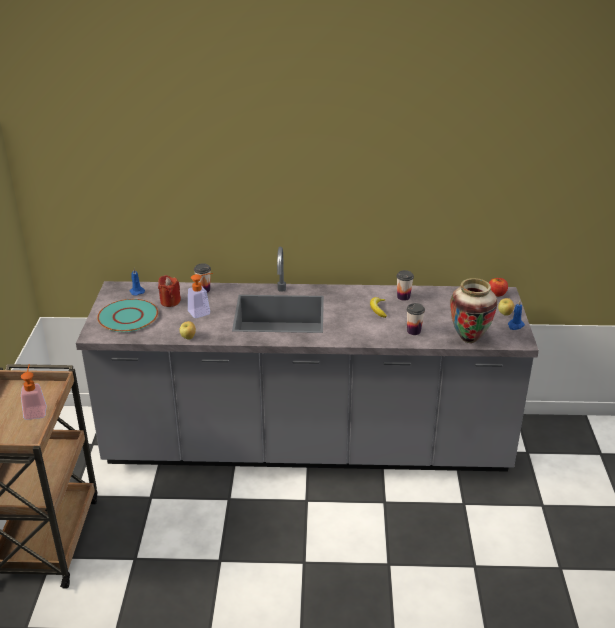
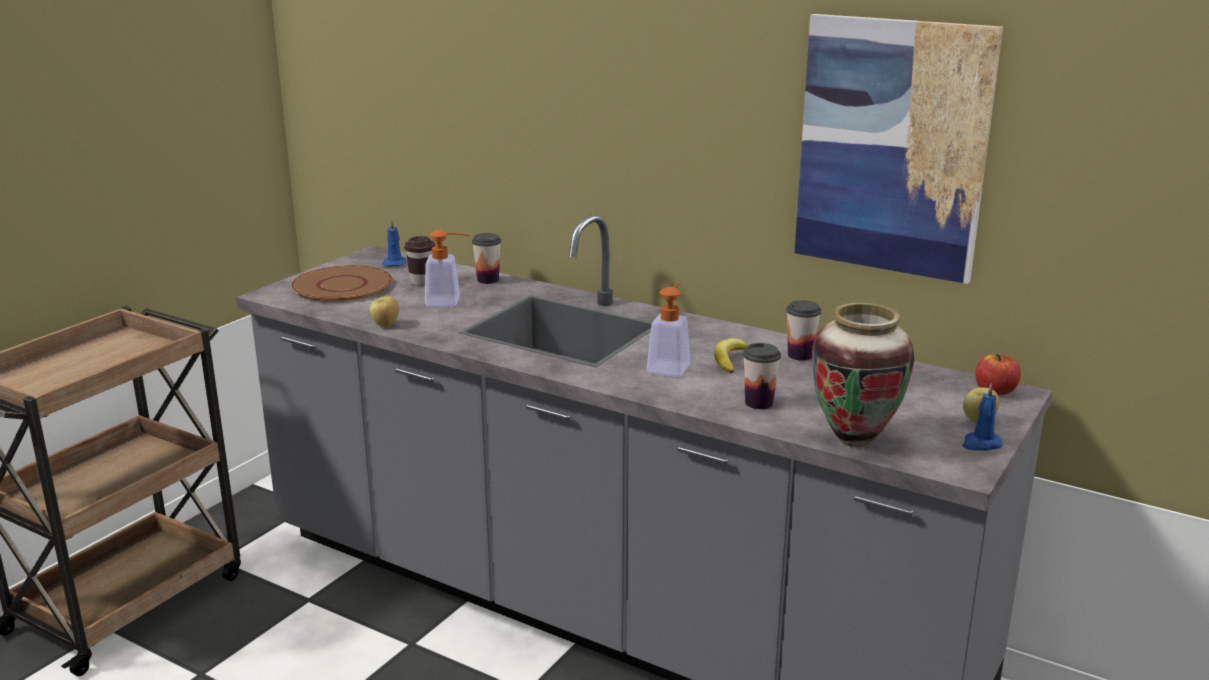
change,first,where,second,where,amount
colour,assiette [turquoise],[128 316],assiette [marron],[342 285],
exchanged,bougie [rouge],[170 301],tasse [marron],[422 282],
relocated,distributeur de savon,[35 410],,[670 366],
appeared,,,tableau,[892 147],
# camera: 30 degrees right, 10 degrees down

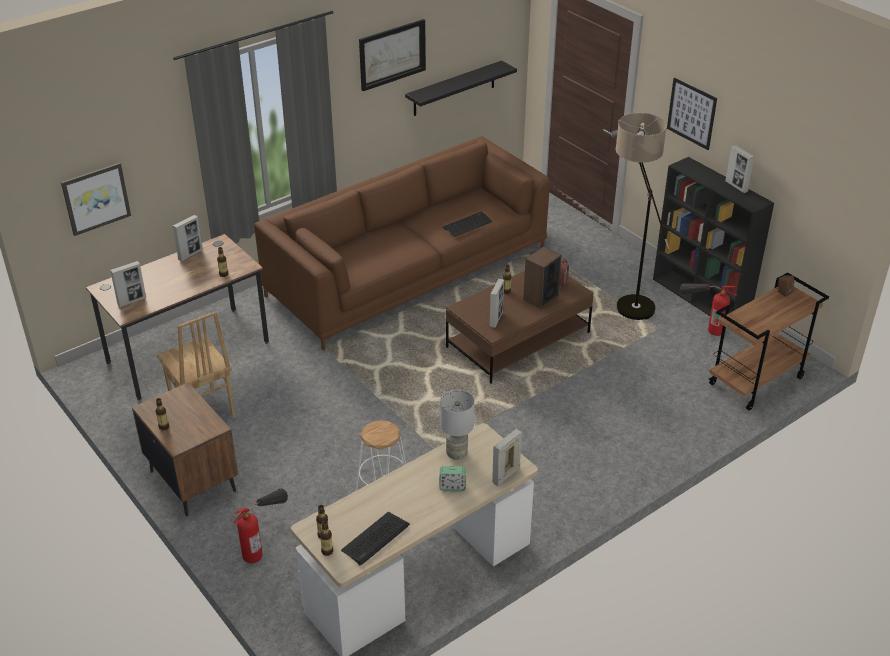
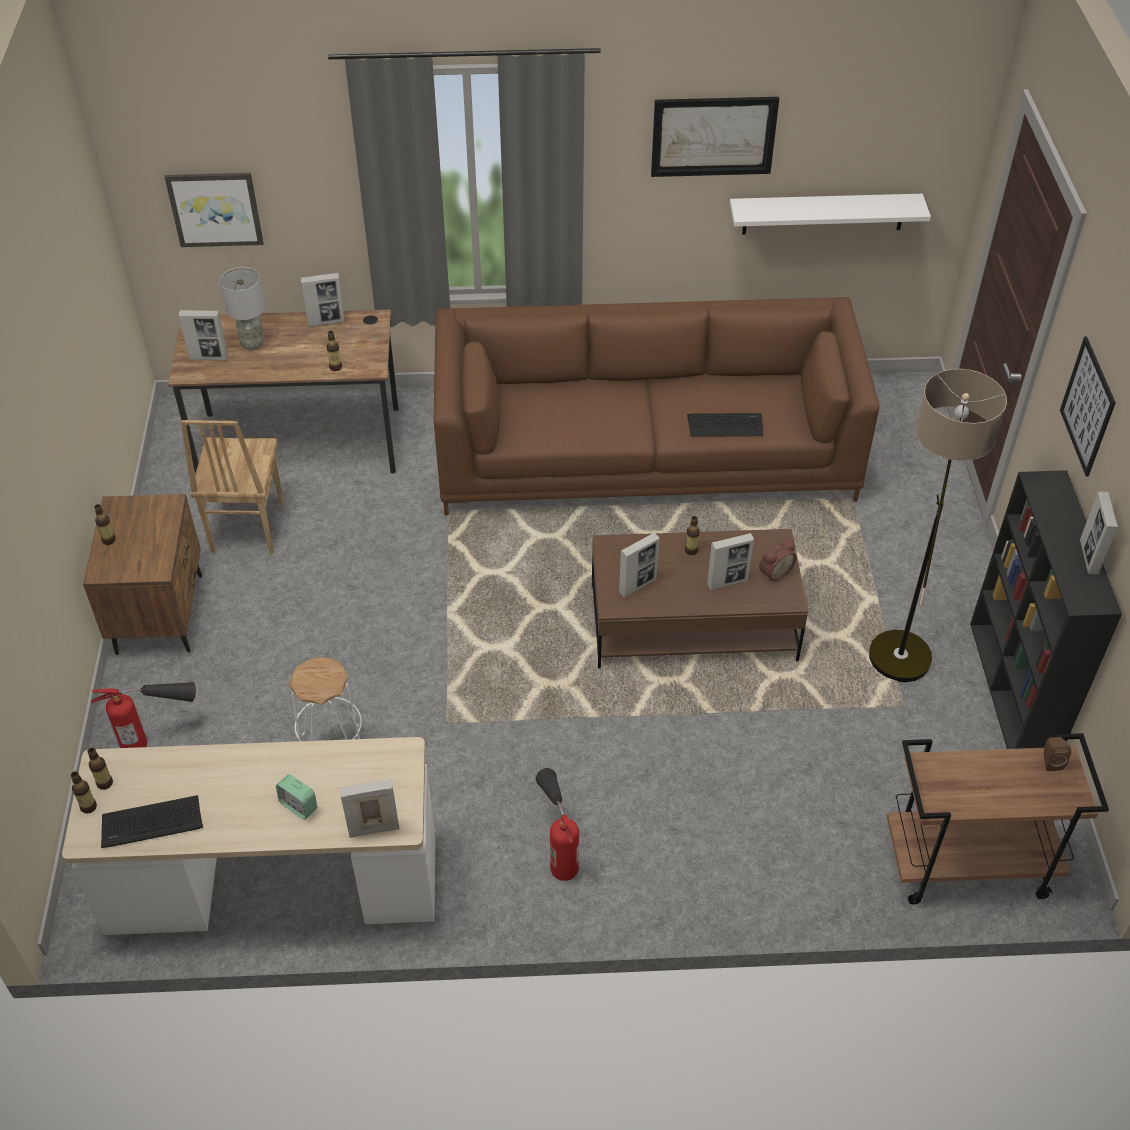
change,first,where,second,where,amount
relocated,lampe de table [gris],[457 454],,[252 344],
relocated,extincteur,[702 325],,[557 846],
exchanged,enceinte,[540 297],cadre photo,[727 582],
colour,étagère [noir],[454 88],étagère [blanc],[823 213],
# camera: 35 degrees right, 10 degrees up

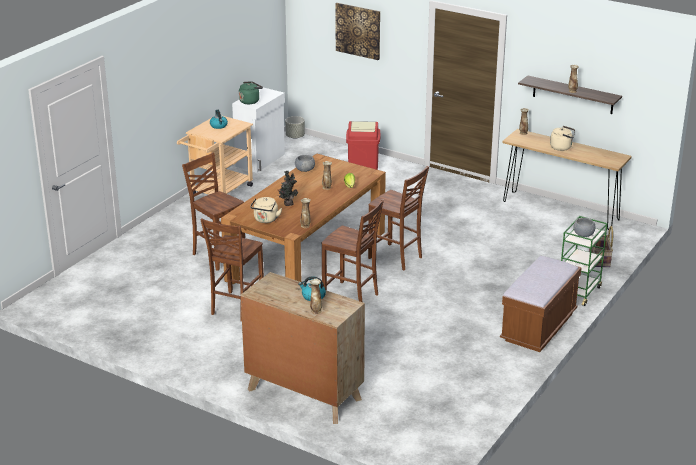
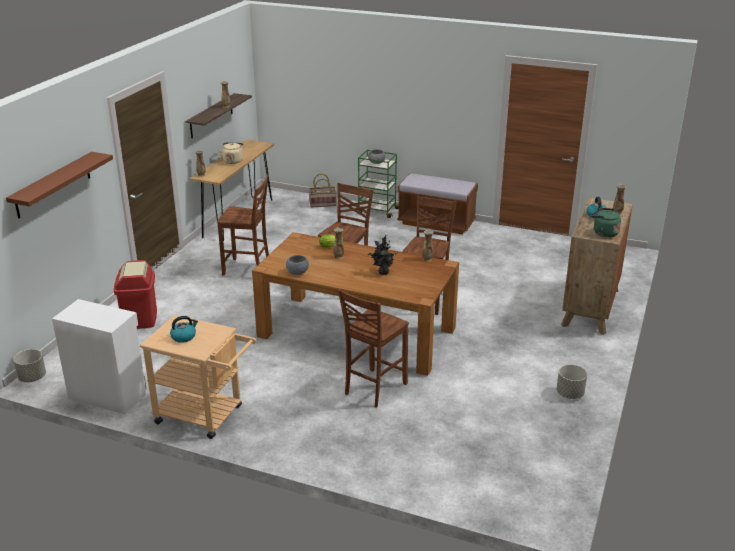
change,first,where,second,where,amount
exchanged,tableau,[358 30],étagère [marron],[53 185],
relocated,chaise [marron],[236 307],,[248 269],
appeared,,,cache-pot [gris],[570 394],
relocated,bouilloire [vert],[250 101],,[603 233],
missing,bouilloire [beige],[265 220],,,
# camera: 100 degrees left, 0 degrees up

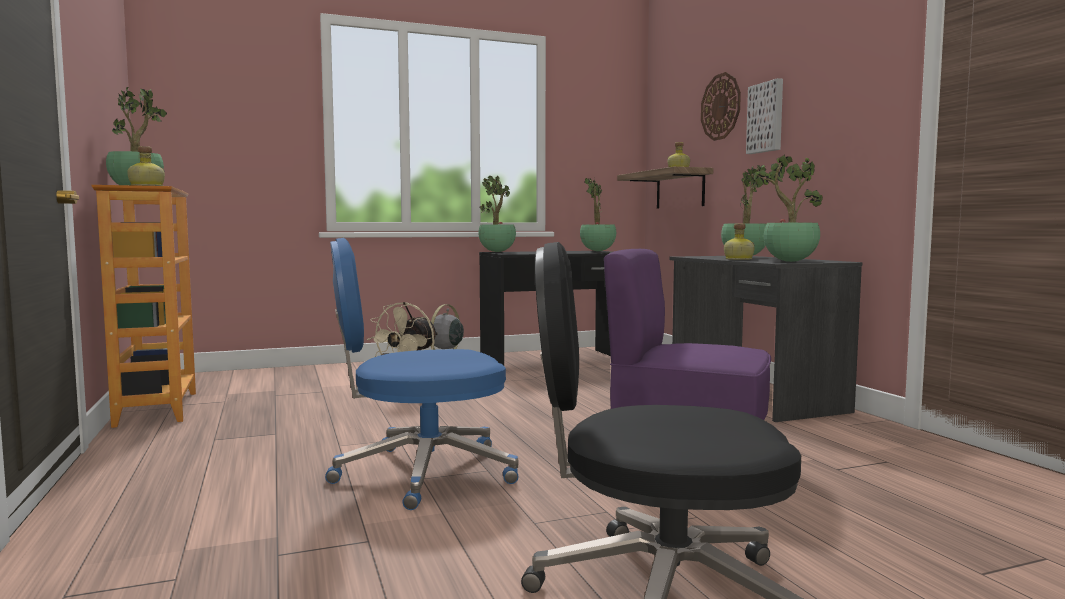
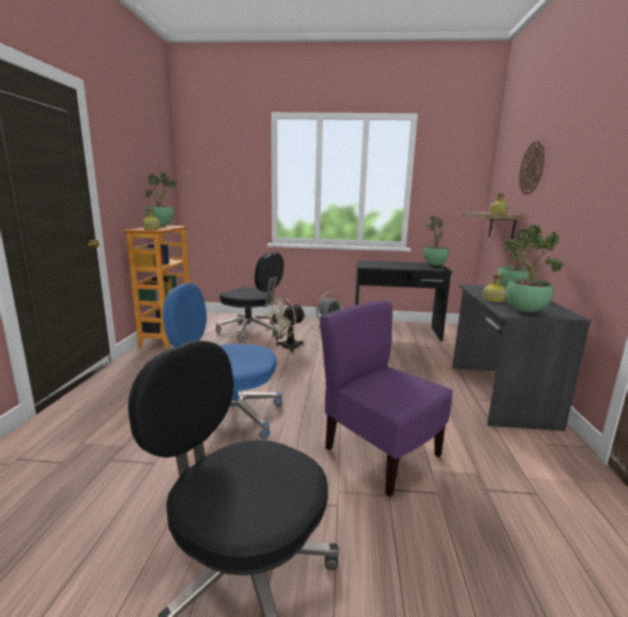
change,first,where,second,where,amount
appeared,,,chaise de bureau [noir],[251 330],
missing,plante en pot,[497 252],,,
missing,tableau,[766 117],,,
# camera: 25 degrees right, 10 degrees up

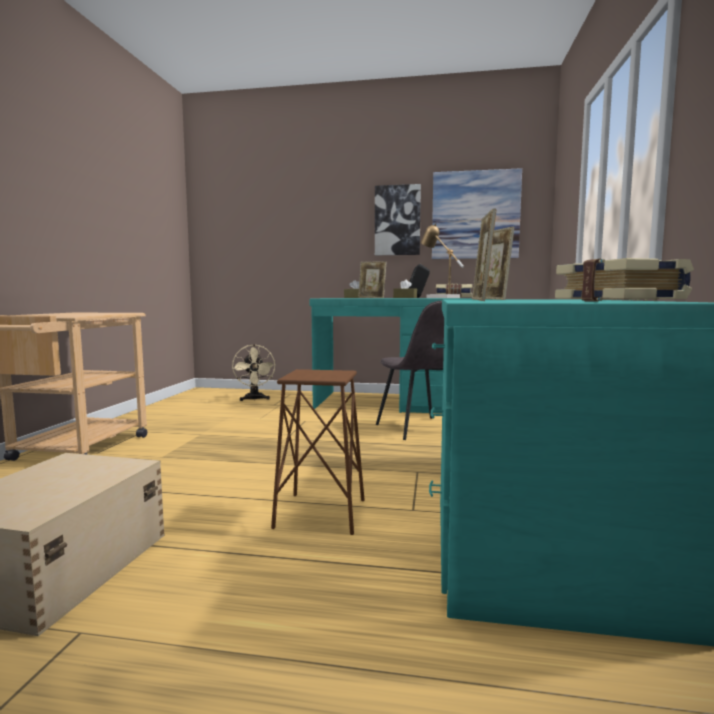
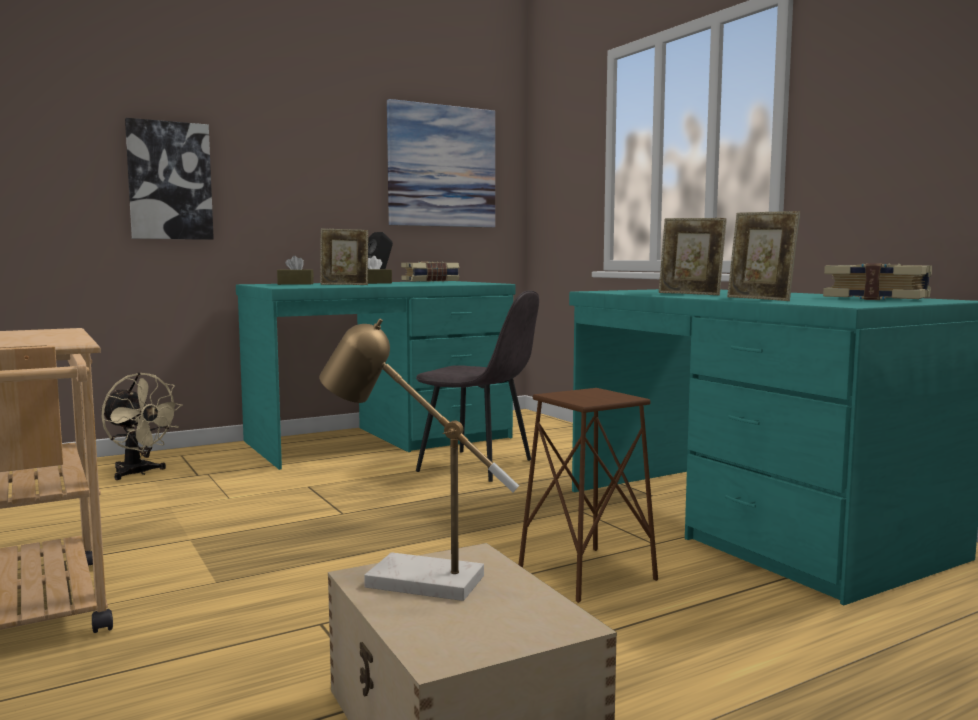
change,first,where,second,where,amount
relocated,tableau,[397 220],,[170 181],
relocated,lampe de table,[439 298],,[409 580],
# camera: 40 degrees left, 0 degrees up

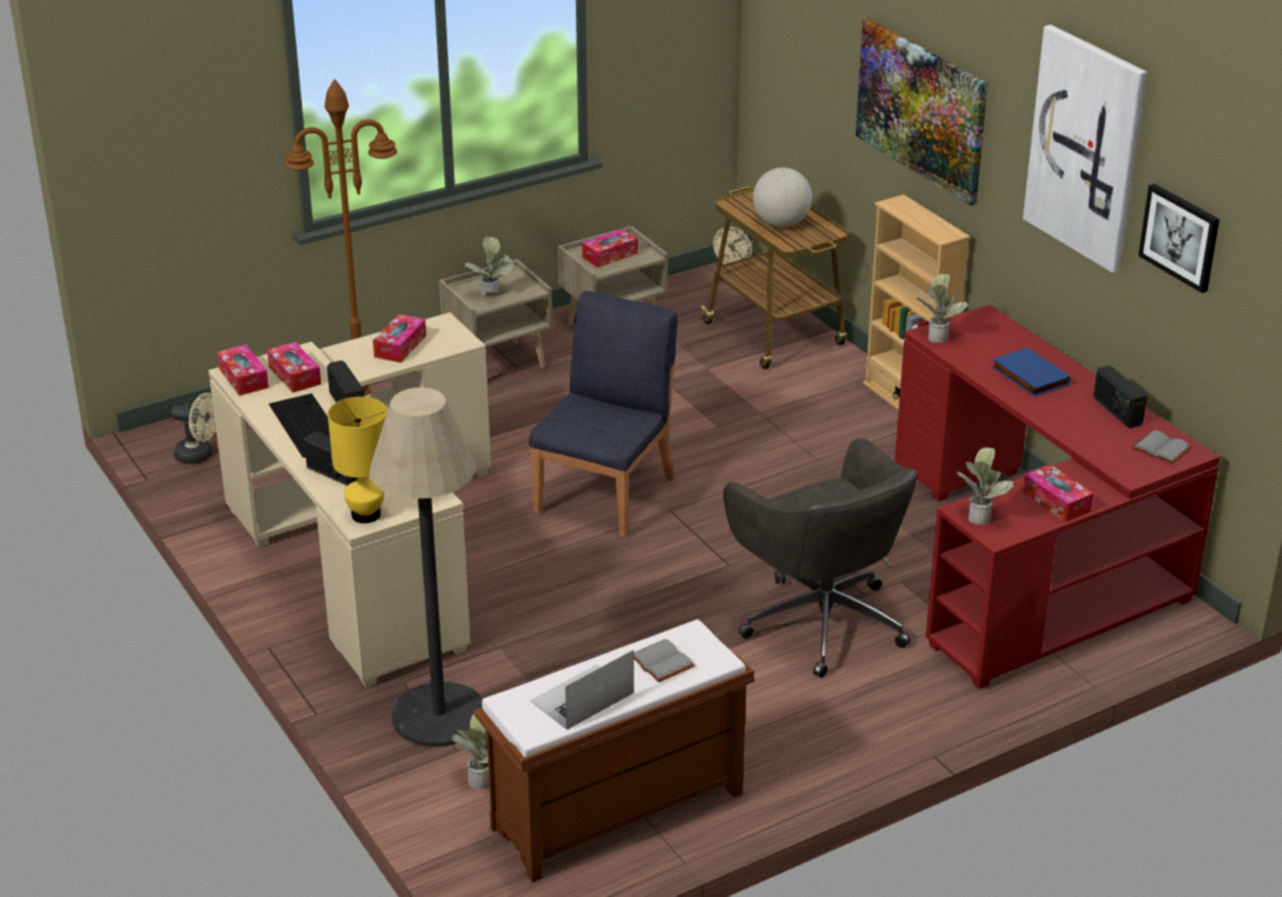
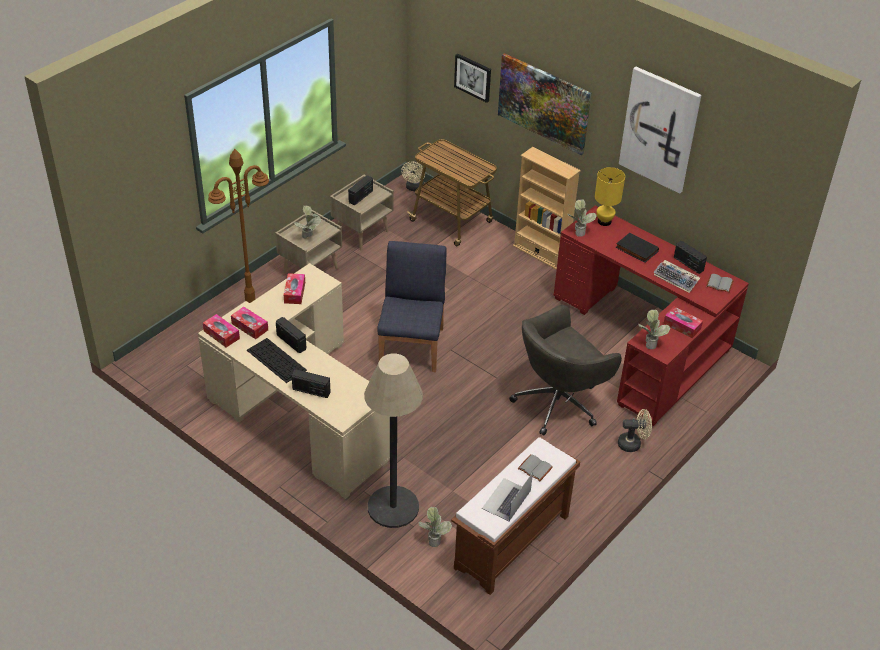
change,first,where,second,where,amount
exchanged,boîte à mouchoirs,[610 255],radio,[361 197],
relocated,tableau,[1180 237],,[473 77],
spun,chaise de bureau [gris],[820 620],,[559 402],105 degrees clockwise
relocated,lampe de table [jaune],[366 515],,[604 221],
colour,livre [bleu],[1028 376],livre [noir],[636 250],
relocated,ventilateur [beige],[200 455],,[633 444],
appeared,,,clavier,[676 279],
missing,globe,[781 223],,,
# camera: 20 degrees left, 10 degrees up

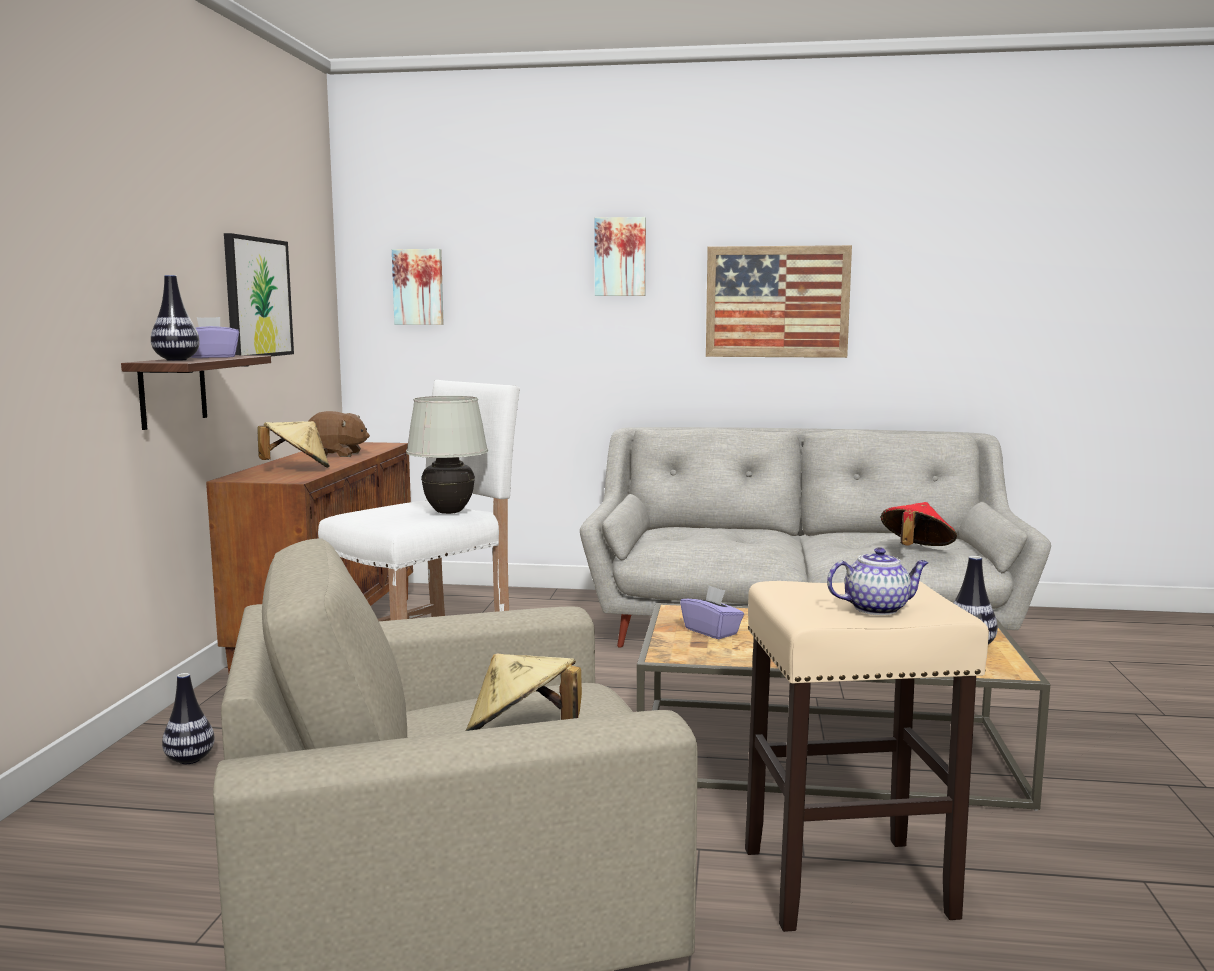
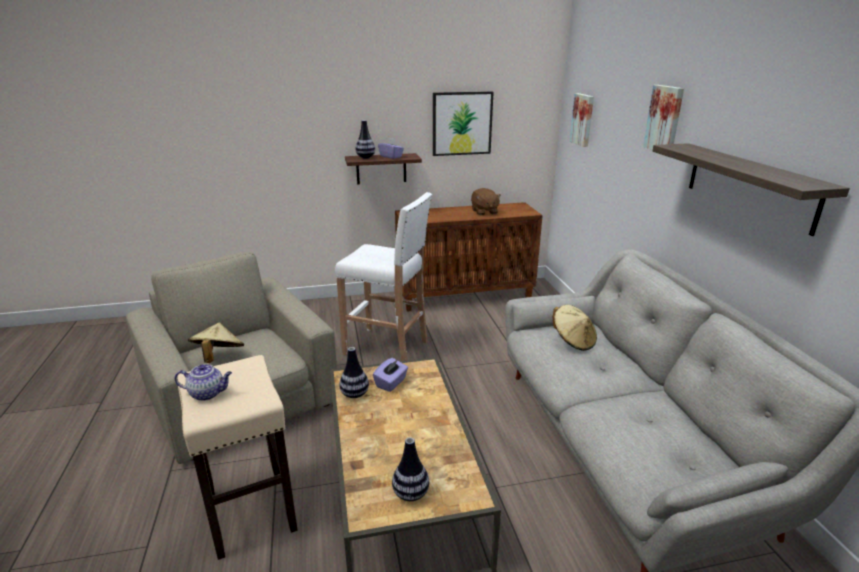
change,first,where,second,where,amount
spun,théière,[877 608],,[208 393],60 degrees counterclockwise
relocated,vase,[190 759],,[355 394],
relocated,chapeau [beige],[297 469],,[573 341],
exchanged,tableau,[777 302],étagère,[749 185],
missing,lampe de table [blanc],[449 512],,,
missing,chapeau [rouge],[916 550],,,
# camera: 70 degrees right, 15 degrees up

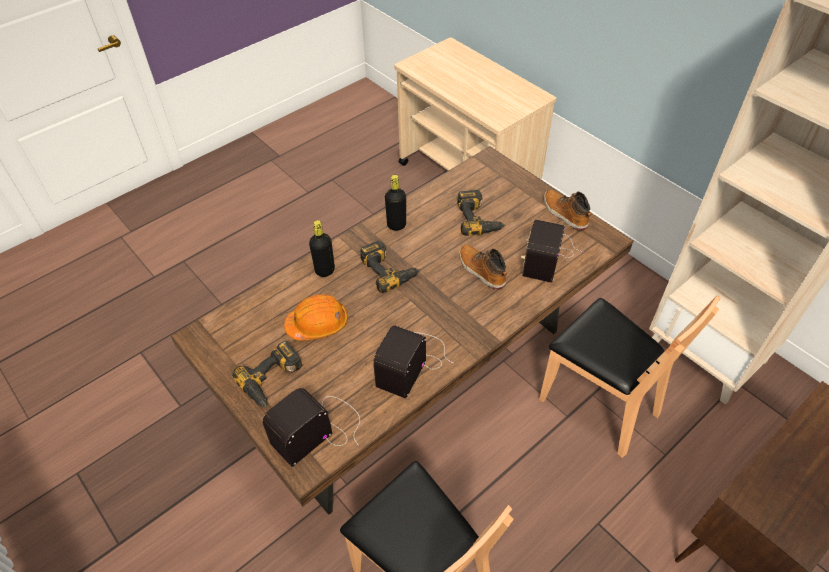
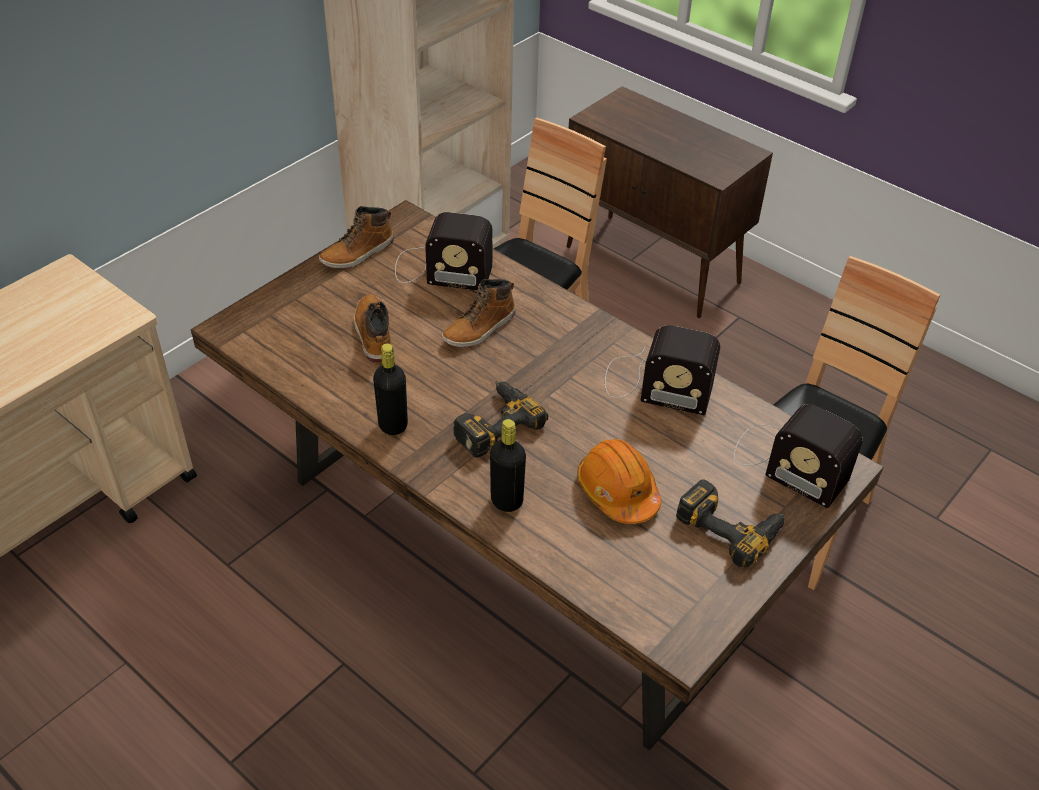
change,first,where,second,where,amount
exchanged,perceuse,[479 219],botte,[373 334],
# camera: 100 degrees left, 5 degrees down

